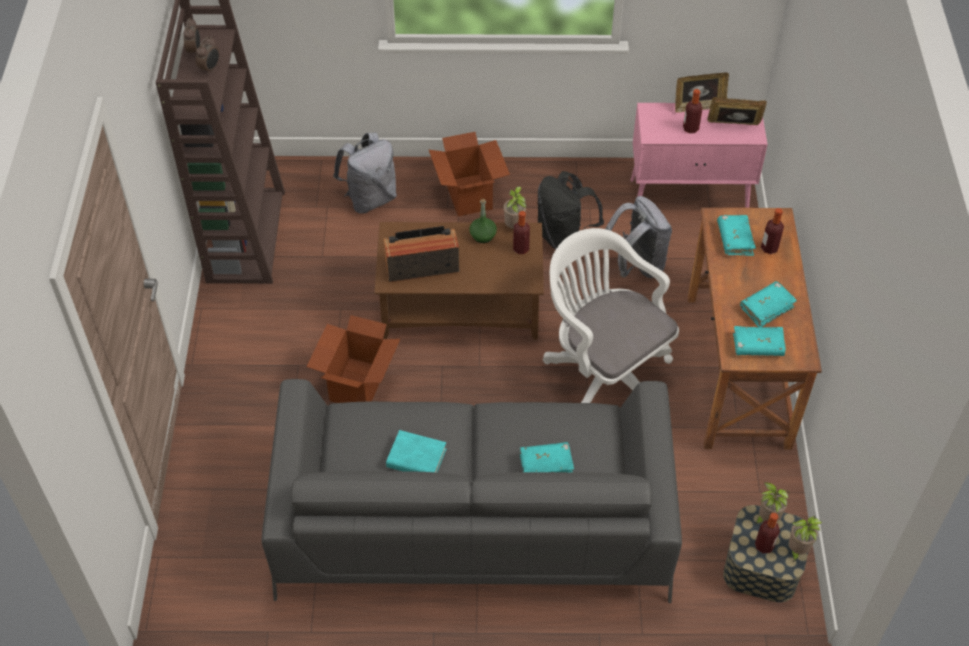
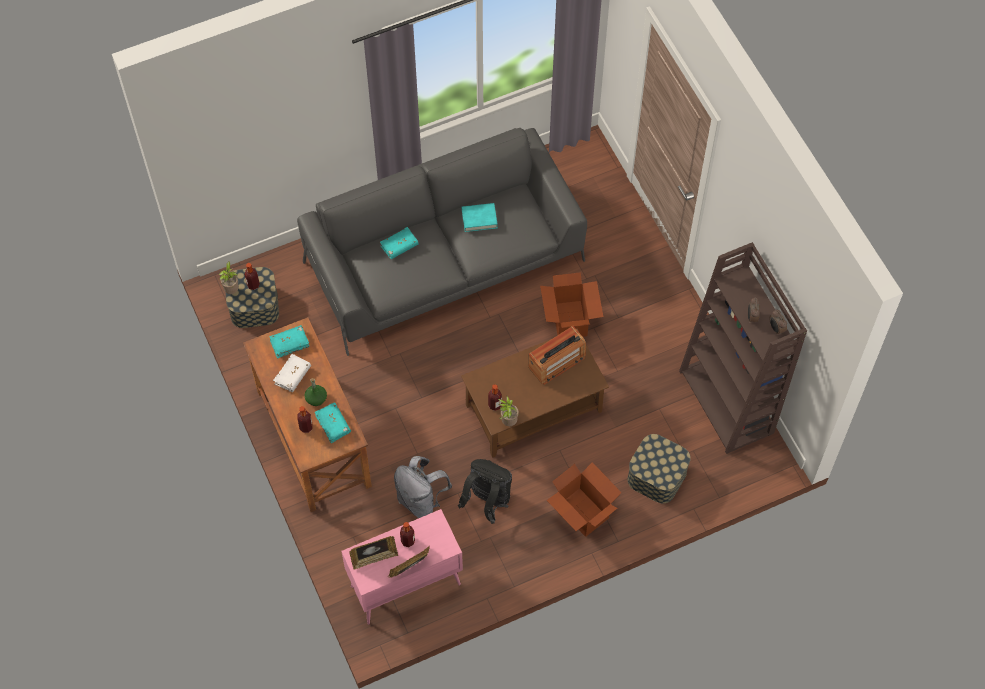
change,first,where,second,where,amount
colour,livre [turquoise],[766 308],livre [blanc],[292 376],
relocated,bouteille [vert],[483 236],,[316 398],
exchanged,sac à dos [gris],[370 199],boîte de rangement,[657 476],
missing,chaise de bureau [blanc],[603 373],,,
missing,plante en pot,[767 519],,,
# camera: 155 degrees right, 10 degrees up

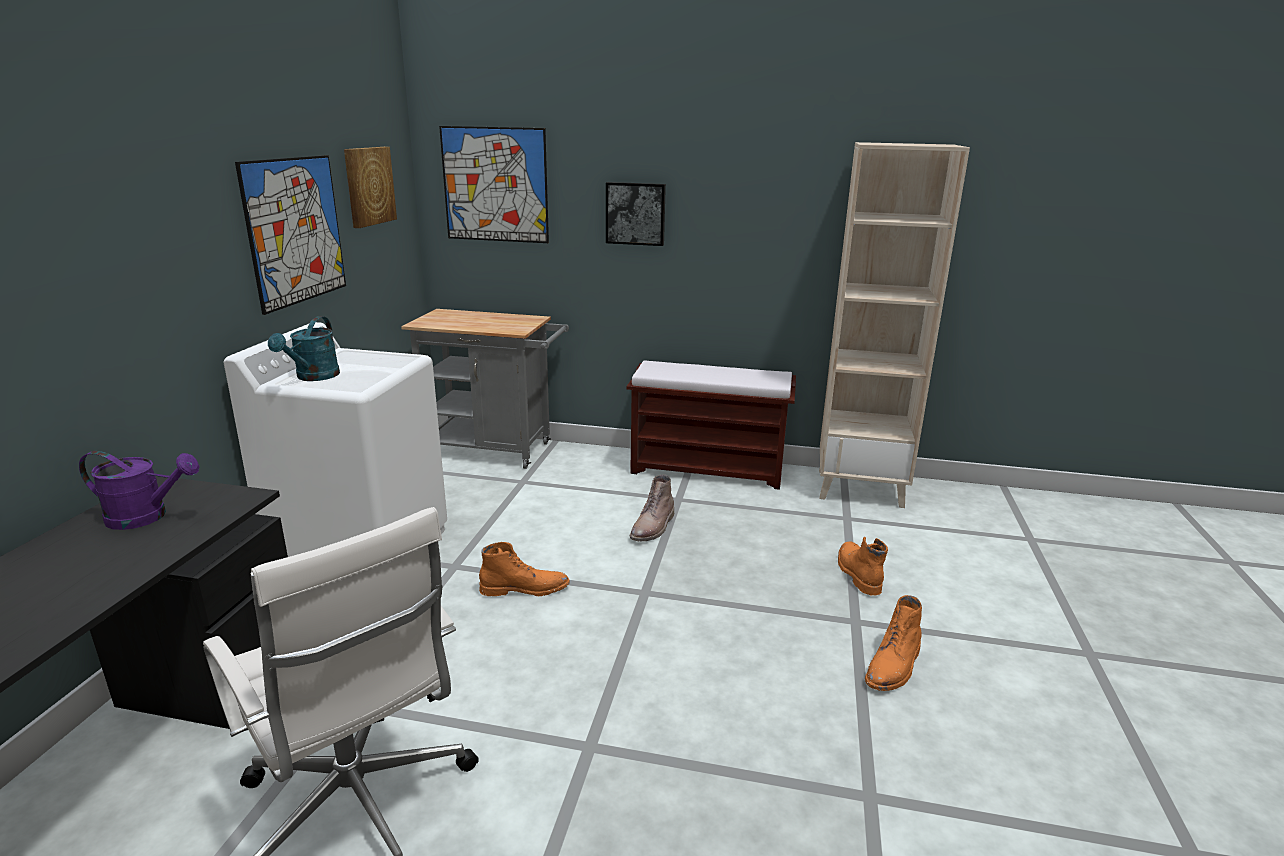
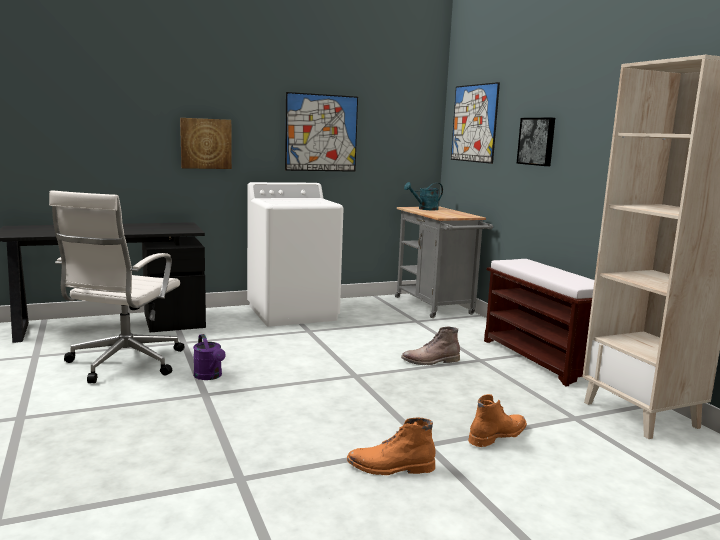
change,first,where,second,where,amount
relocated,tableau,[368 186],,[206 143],
relocated,arrosoir [violet],[147 517],,[210 376],
relocated,arrosoir [turquoise],[313 377],,[424 209],
missing,botte [orange],[525 588],,,
# camera: 55 degrees right, 10 degrees down

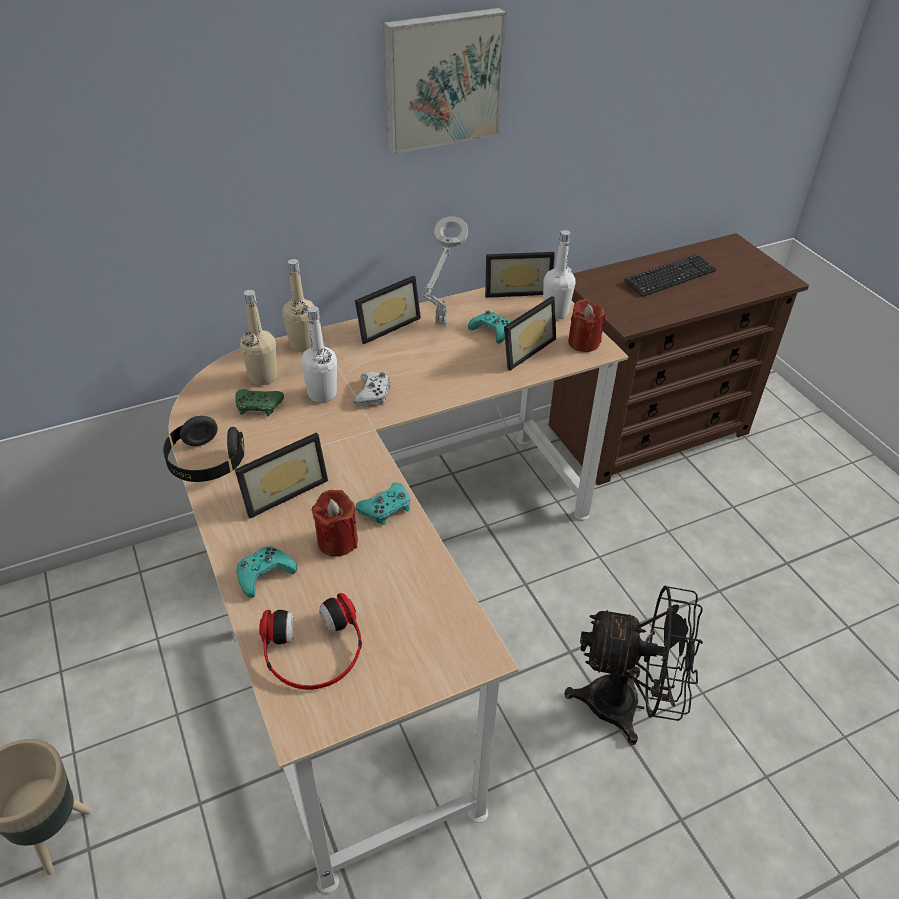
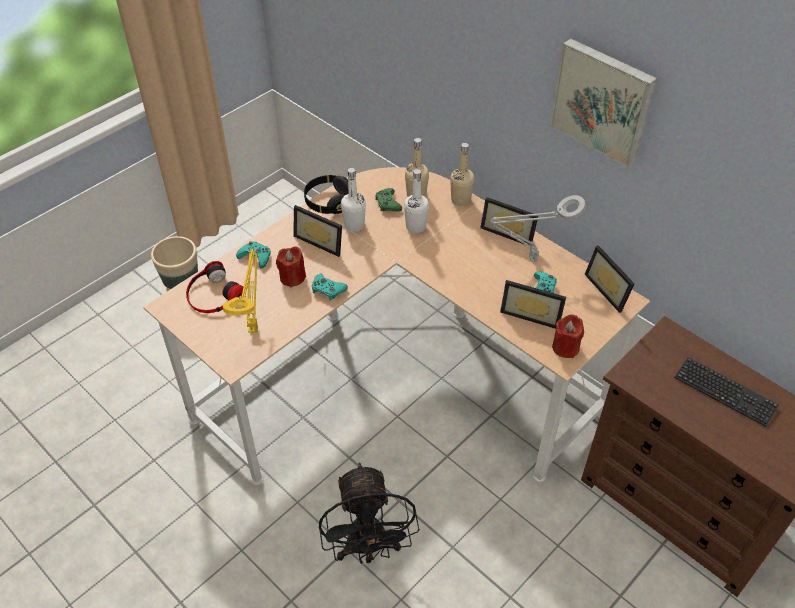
change,first,where,second,where,amount
appeared,,,lampe de table [jaune],[253 328],
relocated,bouteille [blanc],[555 312],,[354 225],
missing,manette [blanc],[373 394],,,
# camera: 70 degrees right, 5 degrees up

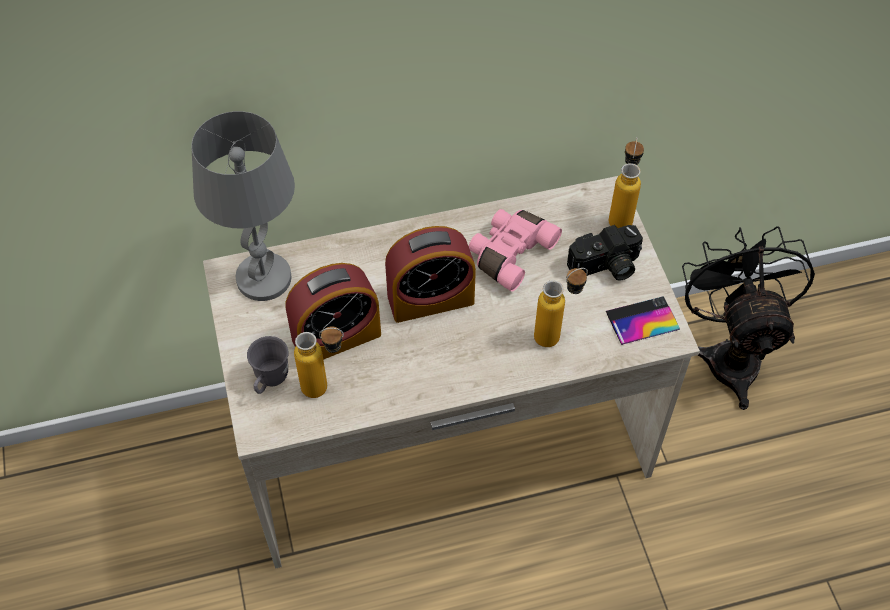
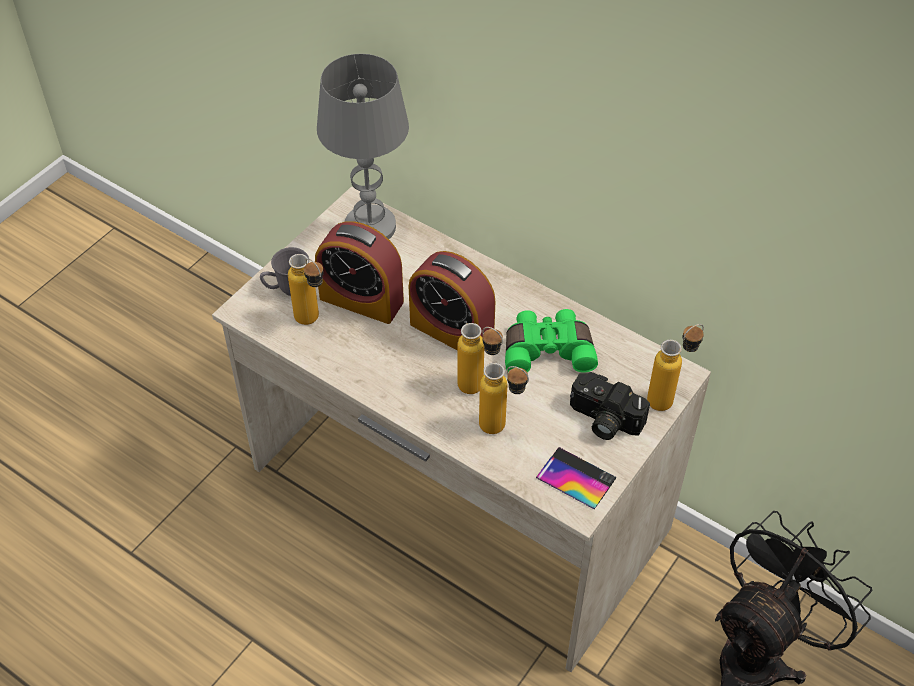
change,first,where,second,where,amount
appeared,,,bouteille,[479 390],
colour,jumelles [rose],[509 253],jumelles [vert],[548 349],
# camera: 50 degrees right, 5 degrees down

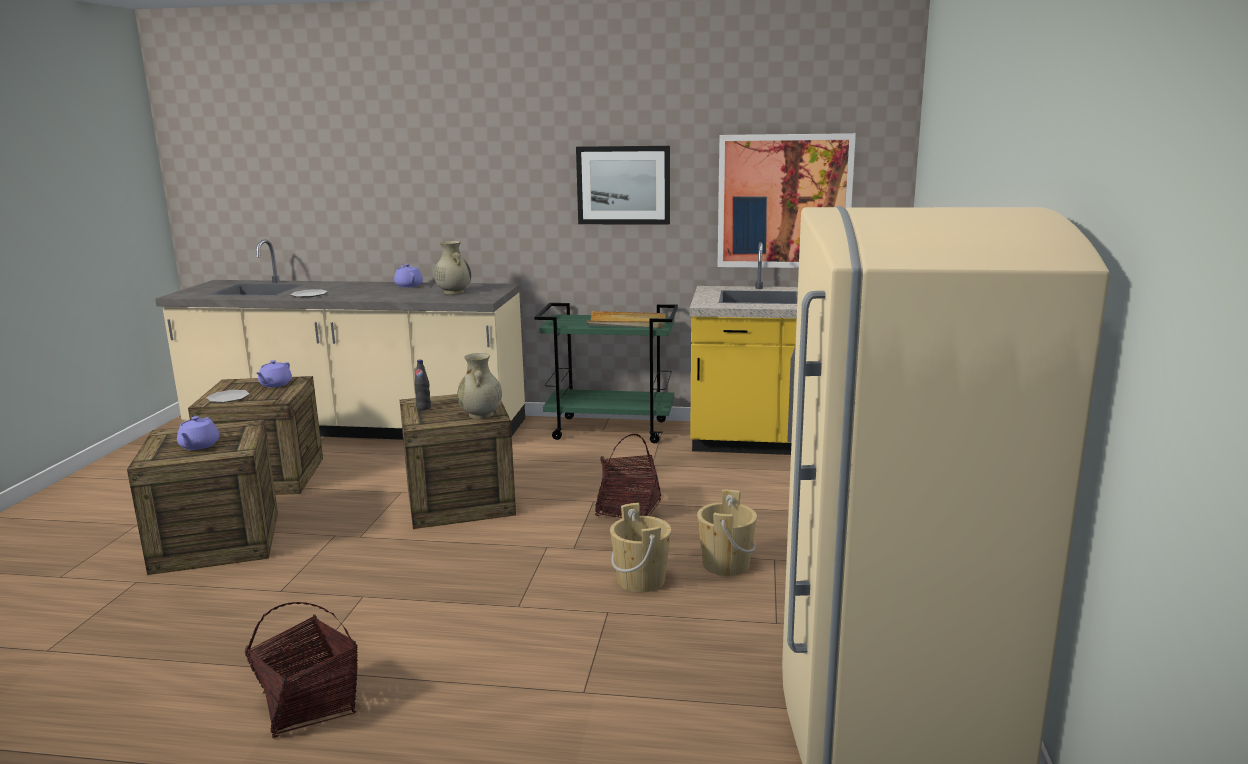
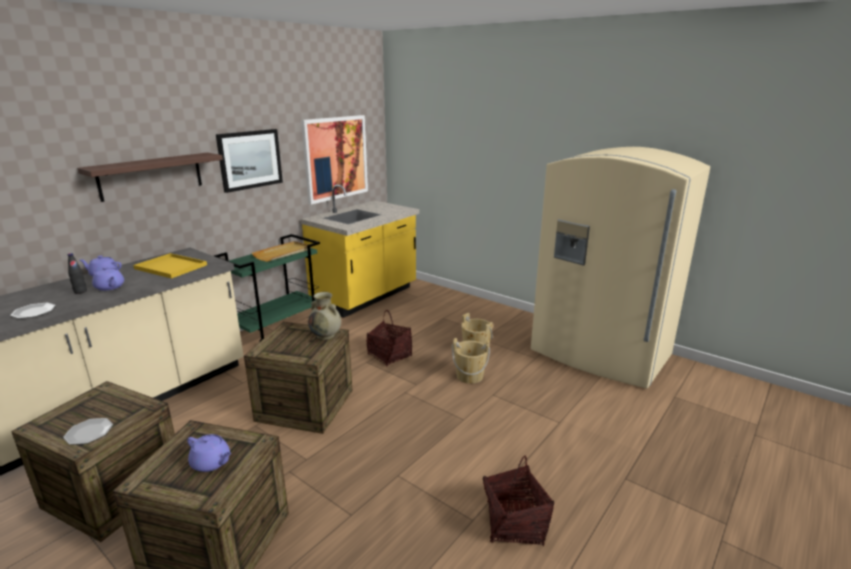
change,first,where,second,where,amount
relocated,bouteille [noir],[423 408],,[80 291],
appeared,,,étagère,[151 176],
relocated,théière [violet],[275 384],,[110 287],
exchanged,vase [beige],[453 292],plateau [jaune],[169 267],
# camera: 60 degrees left, 5 degrees up

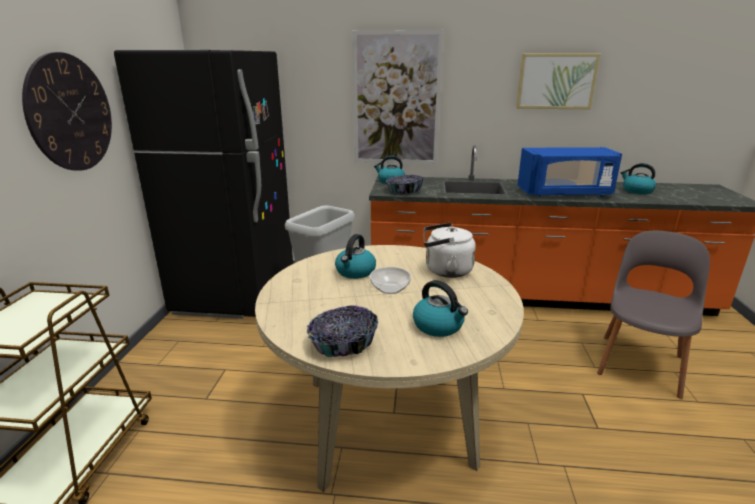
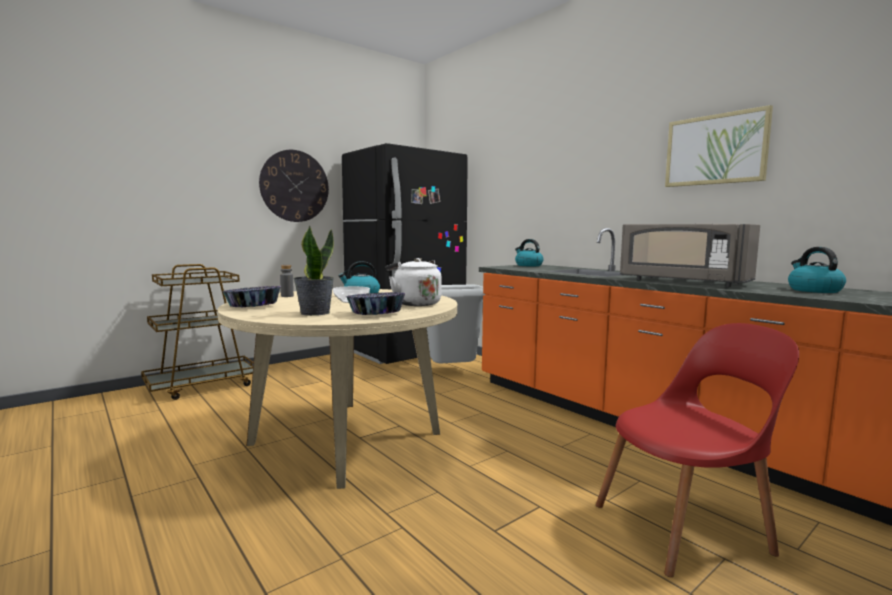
change,first,where,second,where,amount
appeared,,,bouteille [gris],[287 296],
exchanged,bouilloire,[439 326],plante en pot,[314 313],
relocated,bol,[404 191],,[375 313],
colour,chaise [gris],[640 362],chaise [rouge],[686 527],
colour,micro-ondes [bleu],[565 193],micro-ondes [gris],[682 282],
missing,tableau,[396 99],,,
# camera: 45 degrees right, 15 degrees down

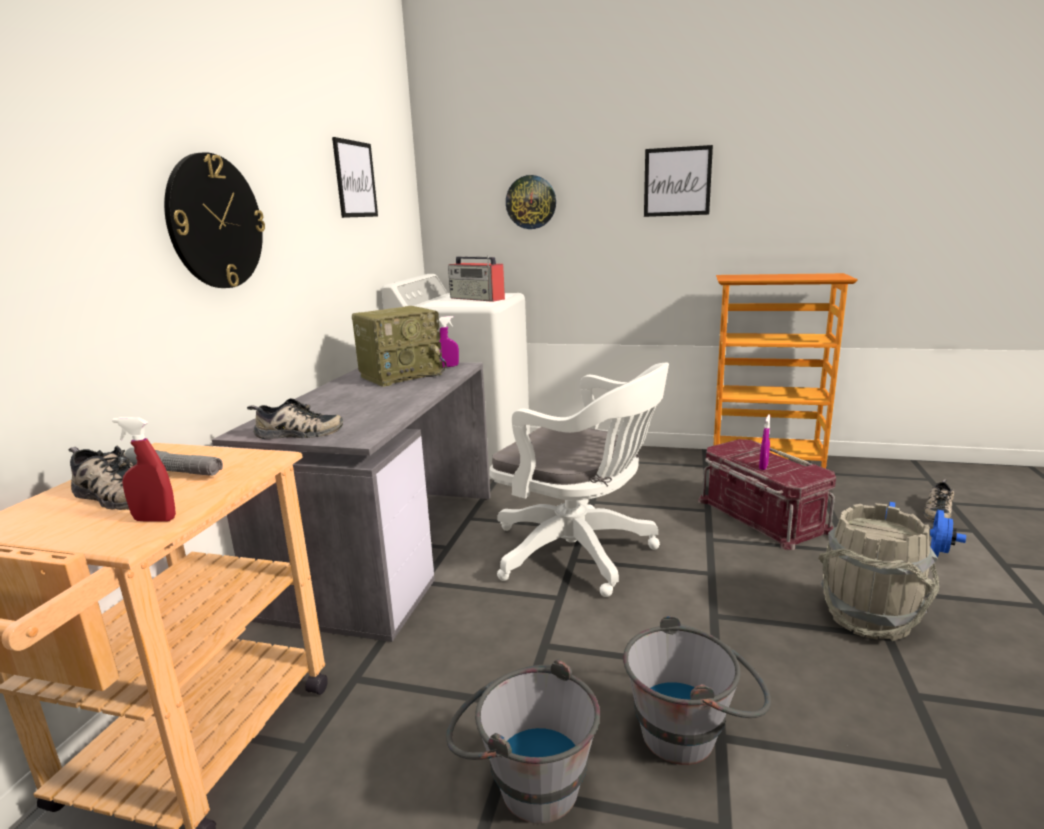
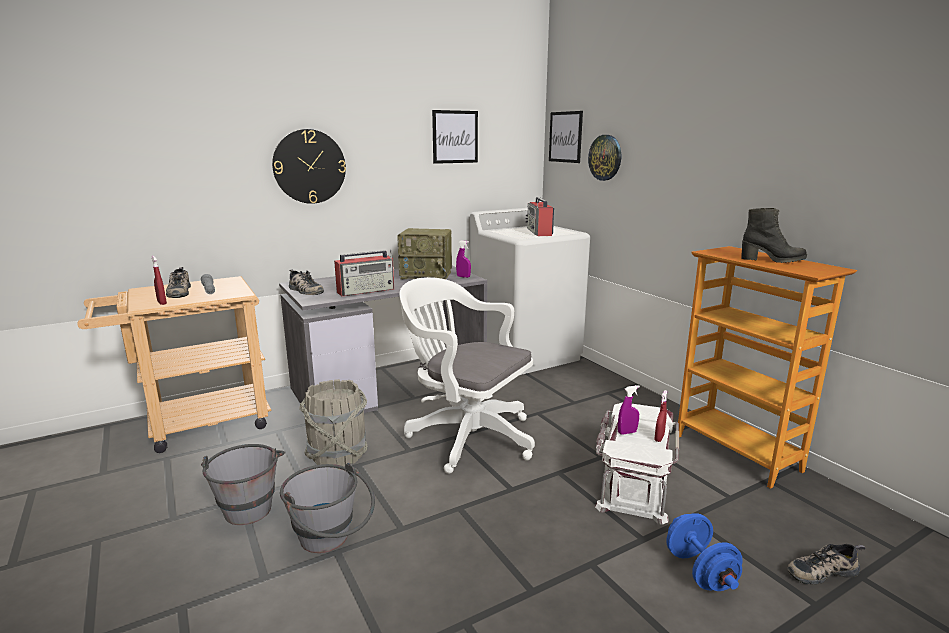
change,first,where,second,where,amount
relocated,seau [gris],[868 617],,[338 454],
appeared,,,radio,[366 291],
spun,chaise de bureau [blanc],[580 553],,[466 436],135 degrees clockwise
relocated,tableau,[677 182],,[565 137],
colour,boîte de rangement [rouge],[760 516],boîte de rangement [blanc],[633 481],
appeared,,,vaporisateur [rouge],[659 438],
appeared,,,botte [noir],[772 260],
# camera: 45 degrees right, 0 degrees up

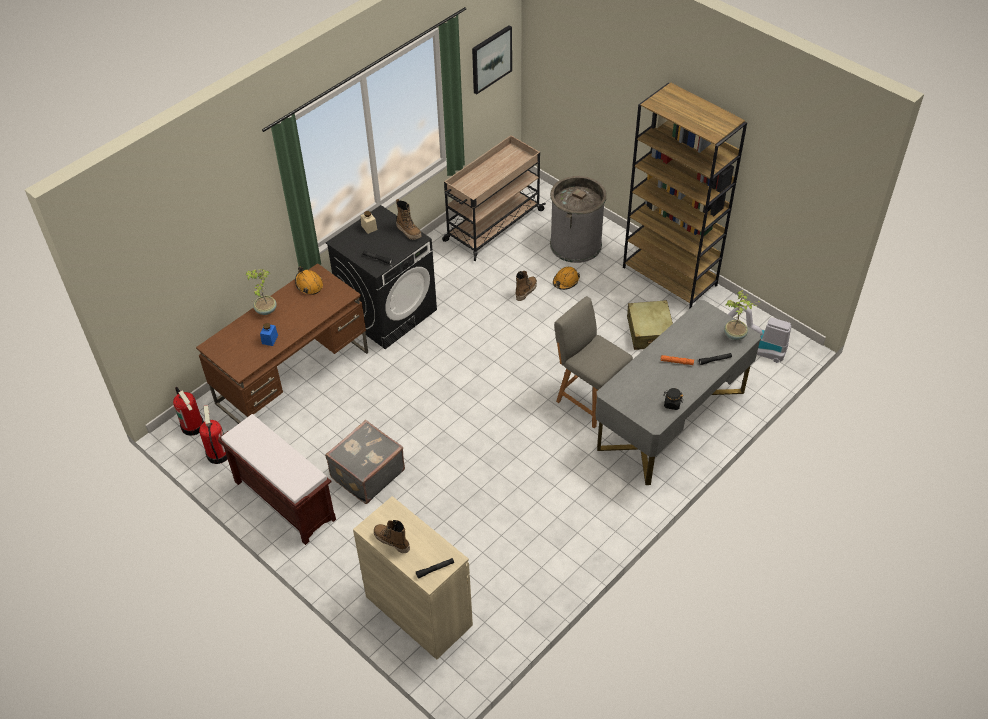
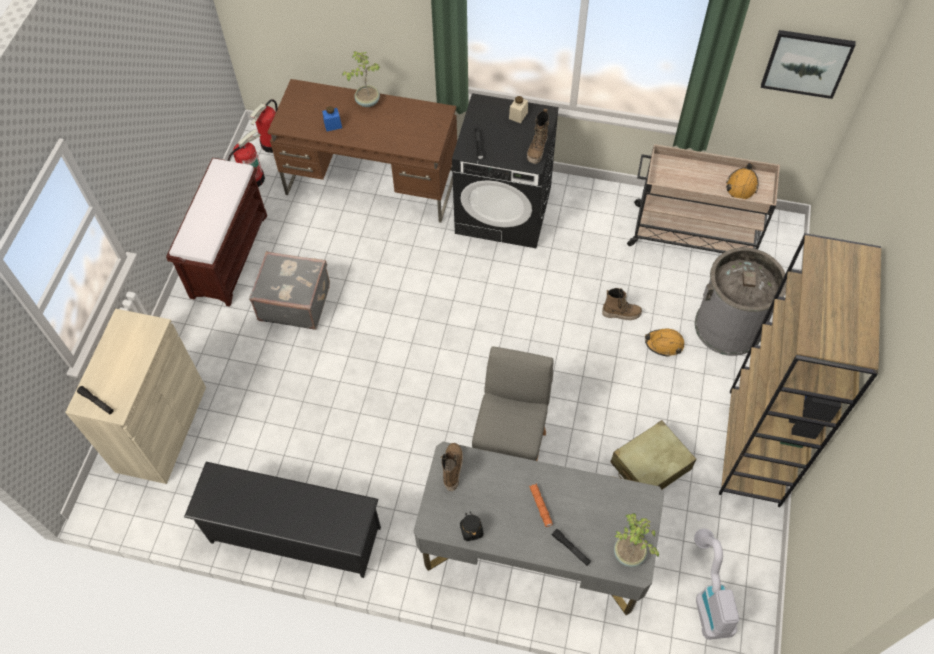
change,first,where,second,where,amount
appeared,,,étagère à chaussures [noir],[294 535],
relocated,botte,[392 541],,[452 468],
relocated,casque de chantier [orange],[309 284],,[741 186],
# camera: 60 degrees right, 10 degrees up

